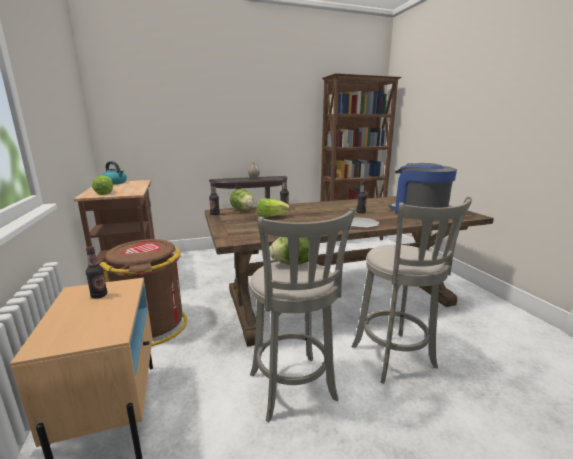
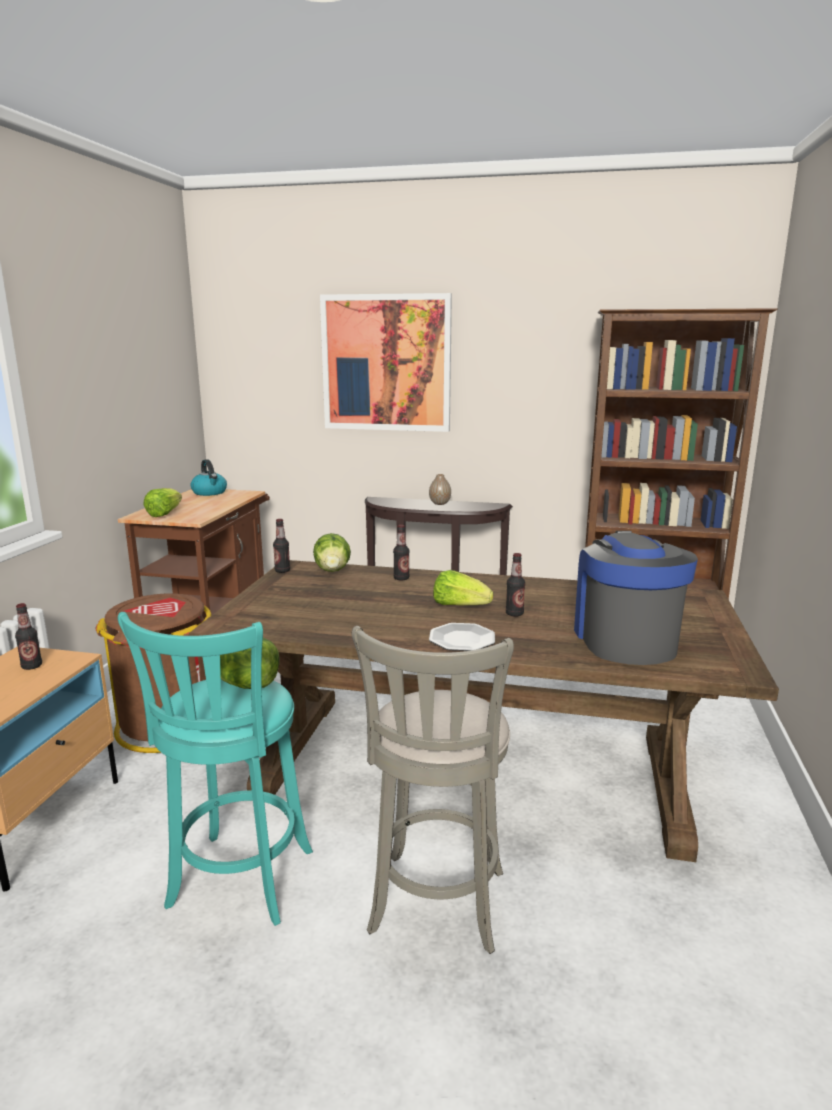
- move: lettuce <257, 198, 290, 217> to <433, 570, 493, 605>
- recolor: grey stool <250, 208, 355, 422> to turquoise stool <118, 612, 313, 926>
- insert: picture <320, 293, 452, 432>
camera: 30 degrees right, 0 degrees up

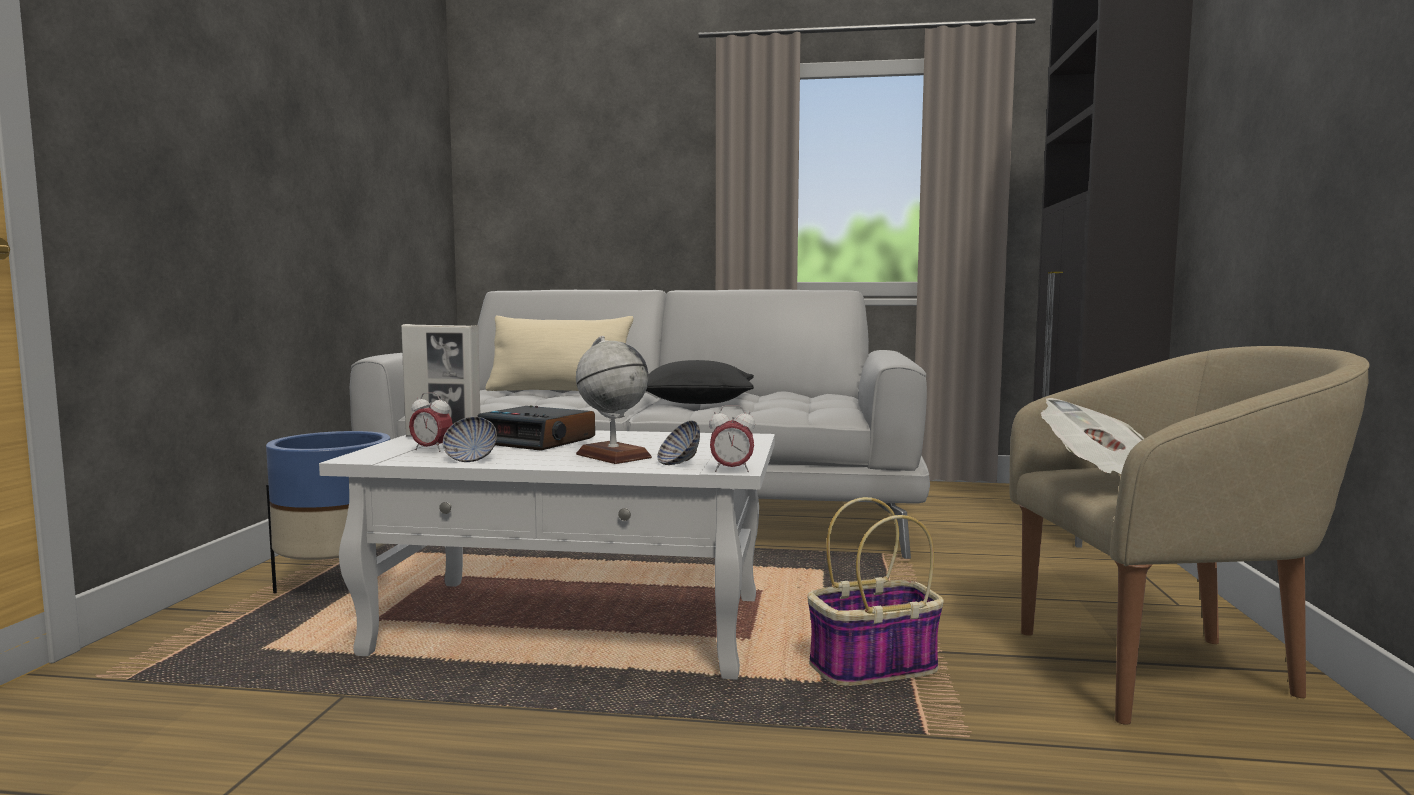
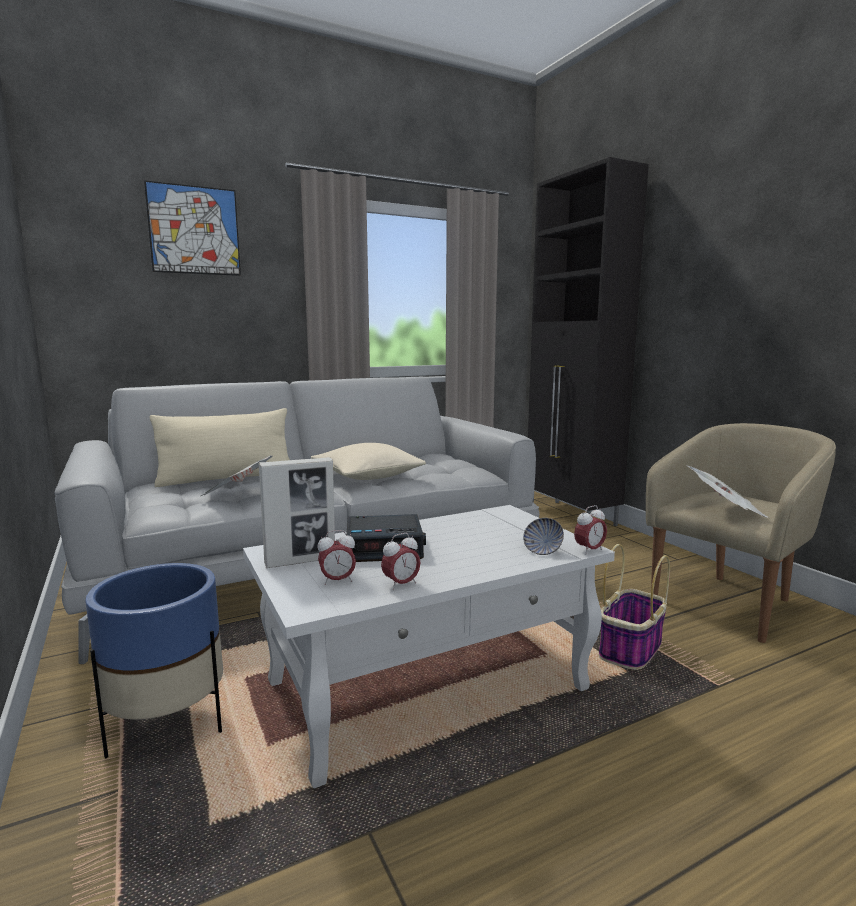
- delete: globe <576, 336, 652, 464>
- recolor: black pillow <646, 360, 754, 404> to beige pillow <311, 443, 426, 480>
- replace: bowl <443, 417, 497, 462> to alarm clock <381, 533, 421, 590>
- insert: picture <144, 180, 241, 276>
- insert: newspaper <201, 455, 273, 496>
camera: 35 degrees left, 5 degrees up

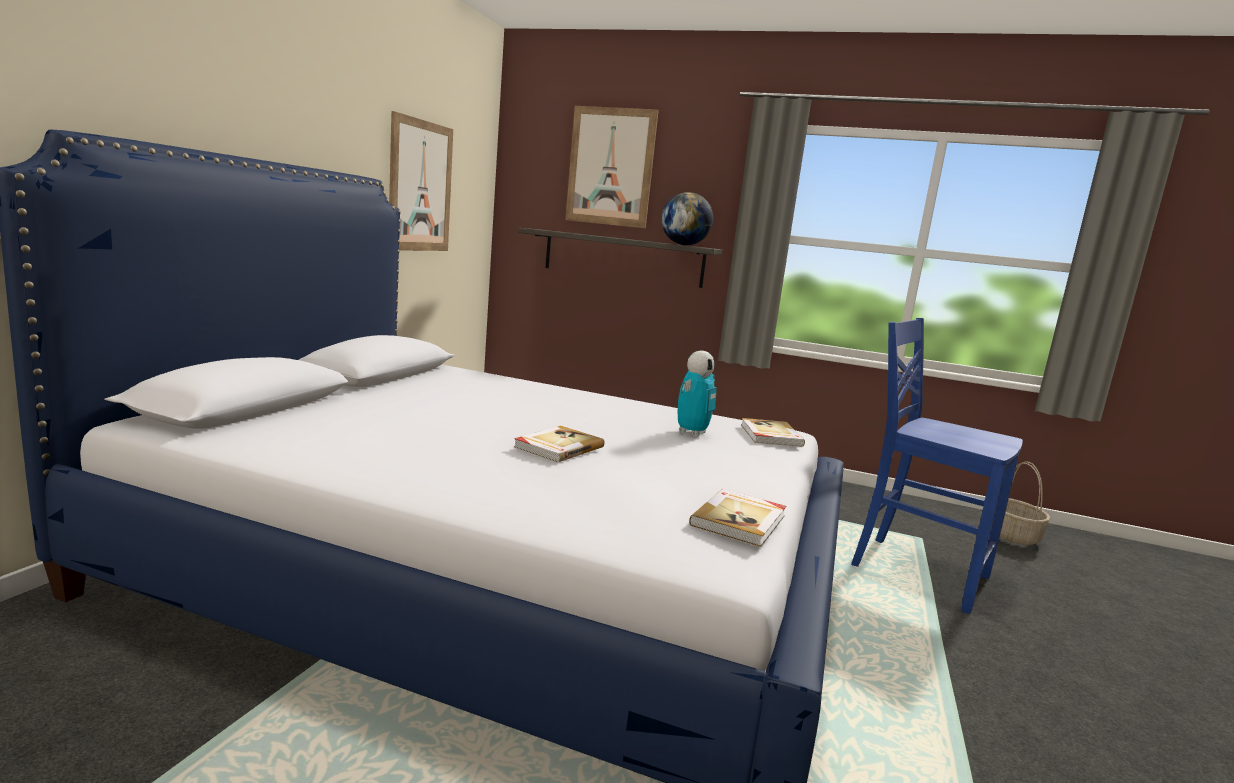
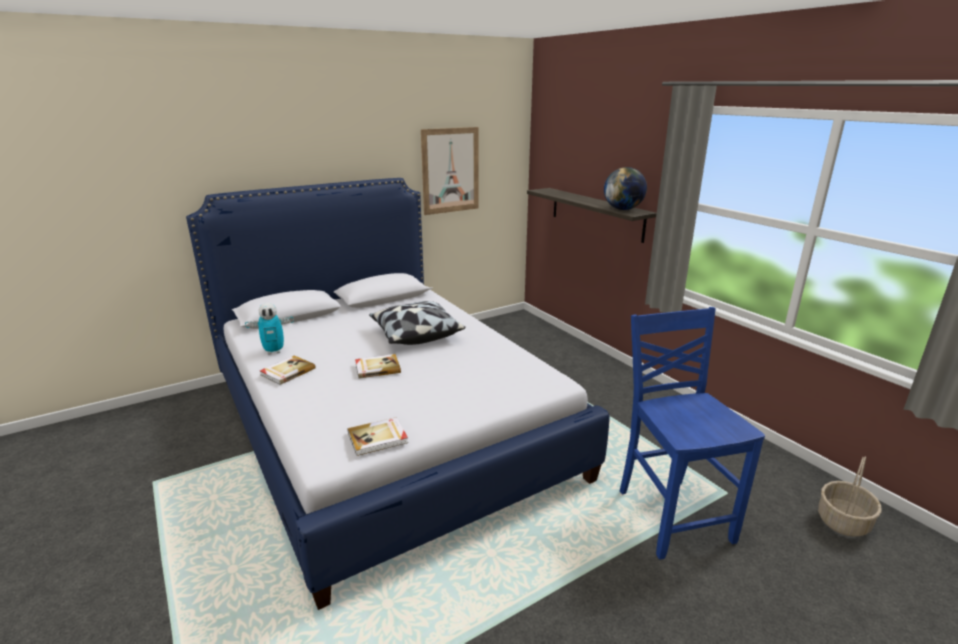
- delete: picture <565, 106, 659, 228>
- move: toy robot <677, 351, 717, 437> to <245, 303, 294, 355>
- move: book <741, 418, 805, 447> to <260, 355, 316, 385>
- insert: pillow <369, 301, 465, 345>
camera: 40 degrees right, 10 degrees up

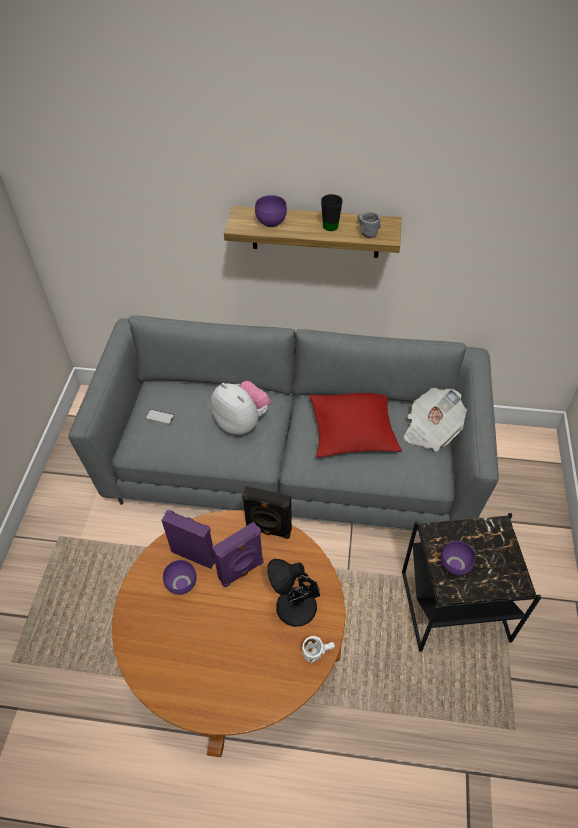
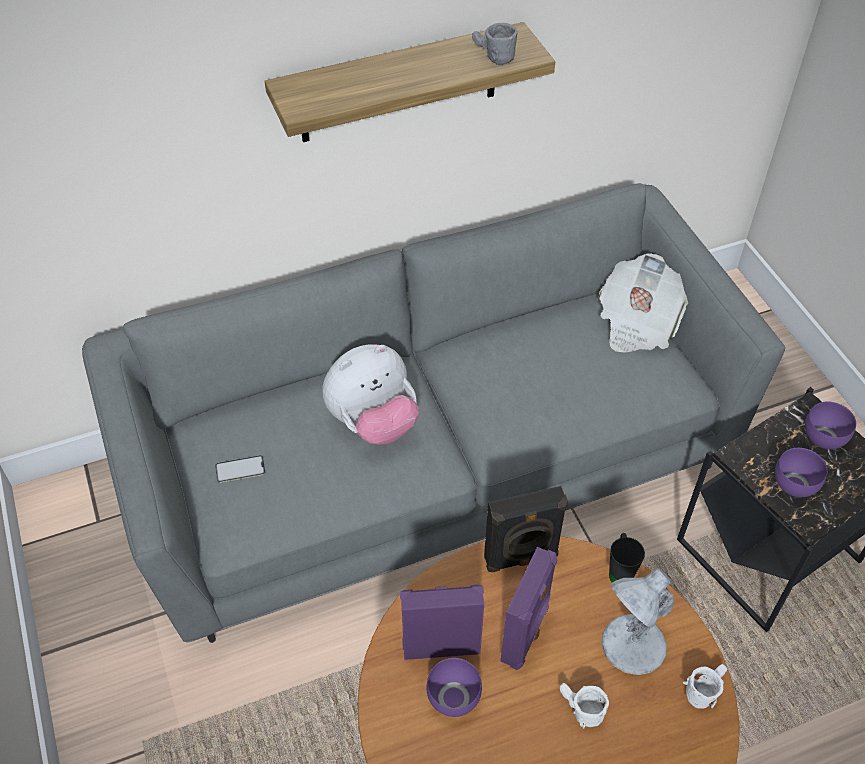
- move: black mug <321, 194, 343, 231> to <609, 533, 645, 582>
- move: purple bowl <255, 195, 287, 227> to <805, 401, 856, 449>
- rotate: plush toy <211, 381, 271, 435> = <322, 344, 419, 445> 135 degrees clockwise
- delete: red pillow <310, 393, 402, 458>
- recolor: black table lamp <267, 559, 320, 627> to white table lamp <602, 568, 674, 675>
- insert: white mug <560, 683, 609, 729>
camera: 30 degrees left, 0 degrees up

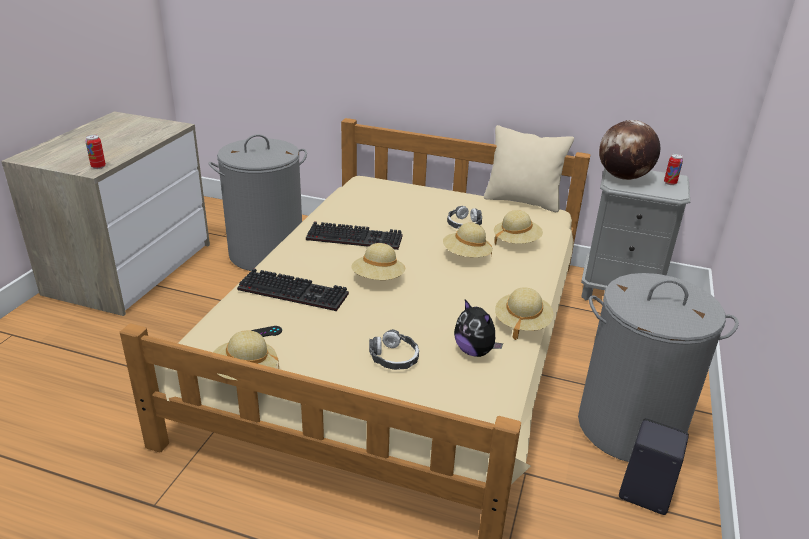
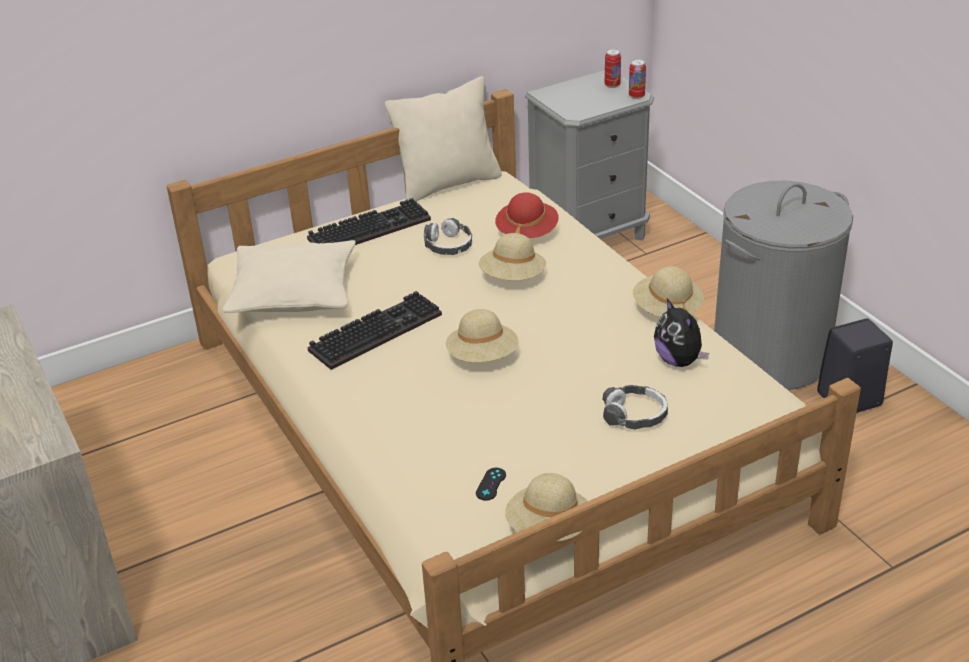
- delete: globe <599, 120, 660, 180>
- delete: grey laundry basket <208, 134, 307, 271>
- move: can <85, 135, 106, 169> to <629, 59, 646, 99>
- recolor: beige hat <494, 210, 543, 245> to red hat <495, 192, 559, 238>
- move: keyboard <237, 268, 349, 311> to <307, 198, 431, 245>
- rotate: plush toy <454, 300, 503, 357> = <654, 299, 709, 367> 60 degrees clockwise
- insert: beige pillow <223, 240, 356, 313>
camera: 45 degrees left, 5 degrees up

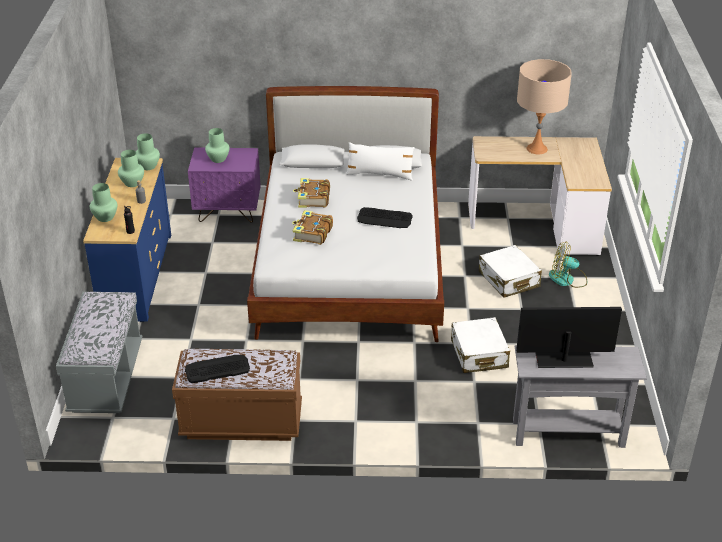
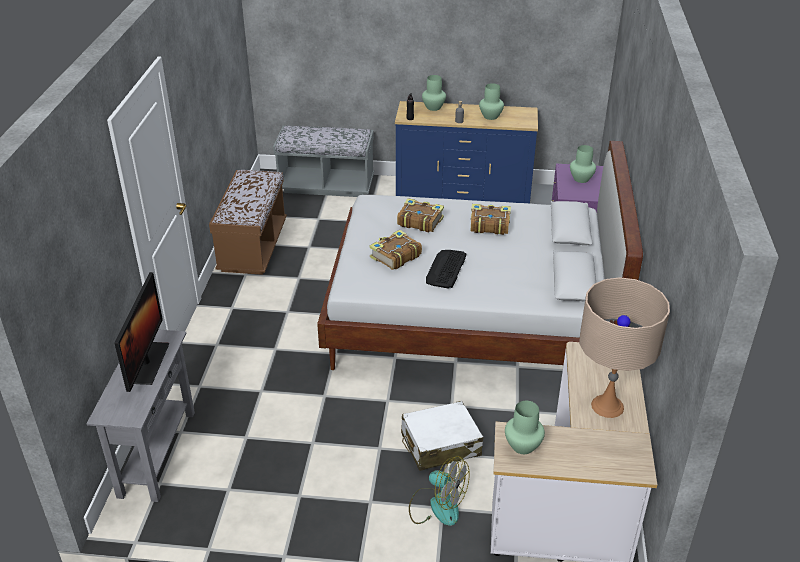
- move: green vase <136, 134, 160, 170> to <505, 401, 545, 454>
- delete: white pillow <346, 142, 415, 180>
- rotate: fan <549, 241, 587, 288> = <409, 456, 470, 526> 105 degrees clockwise
- delete: white suitcase <451, 317, 510, 373>
- delete: keyboard <185, 355, 250, 383>
- insert: book <370, 230, 422, 270>
camera: 95 degrees right, 0 degrees up

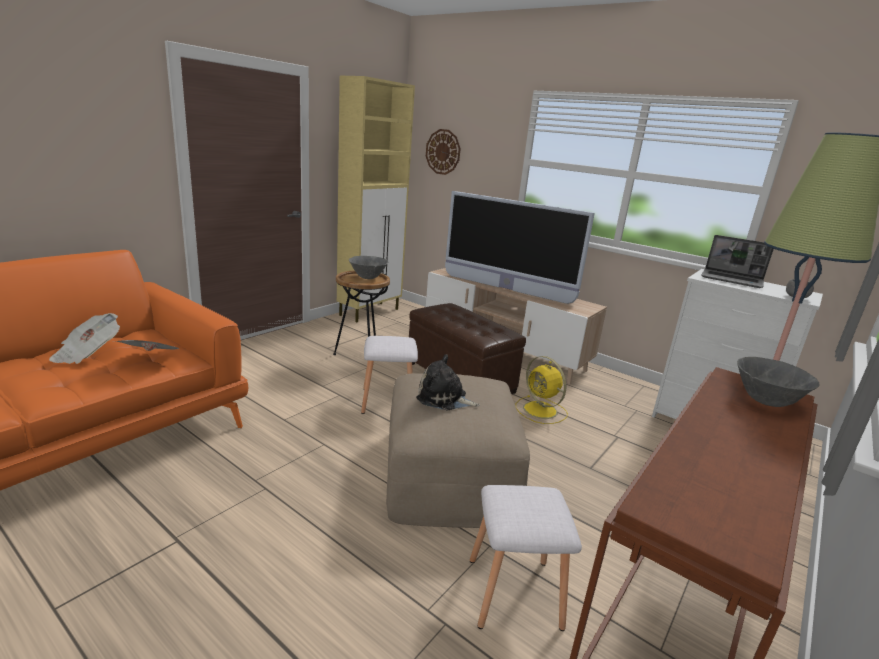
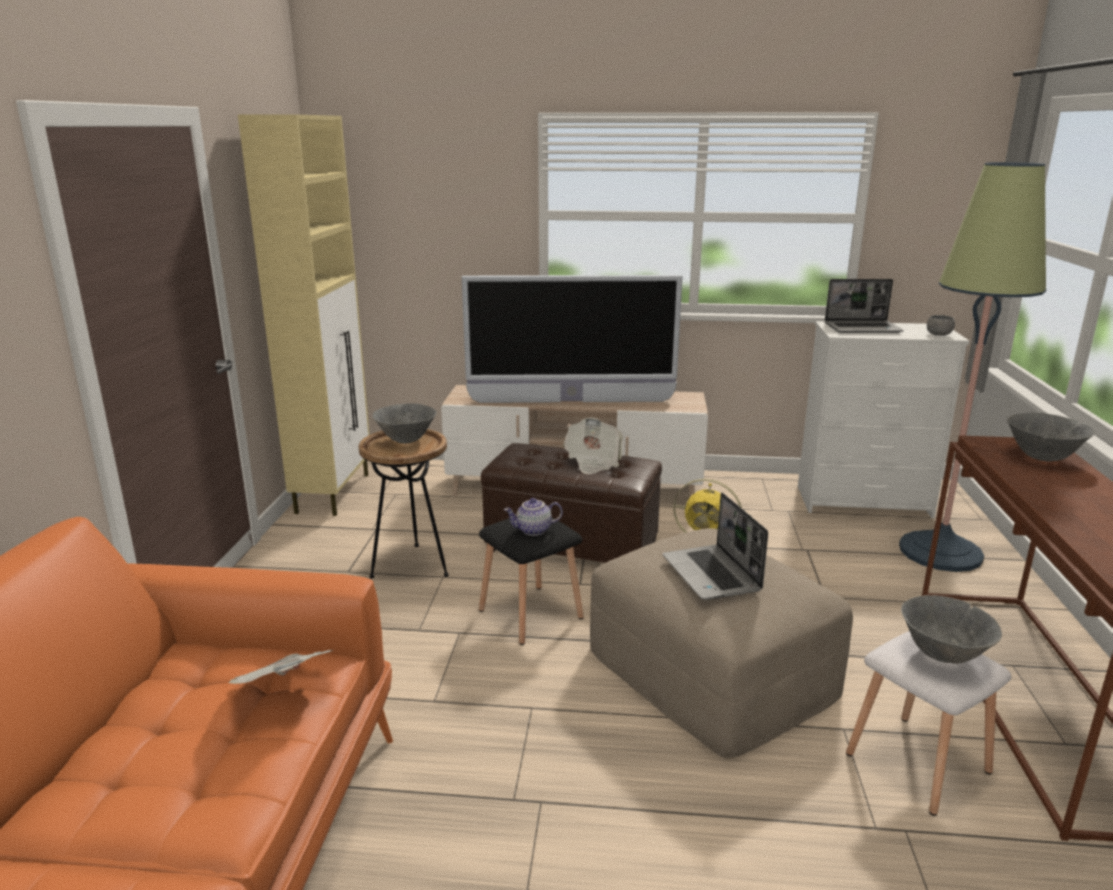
- delete: wall clock <426, 129, 461, 175>
- move: newspaper <49, 313, 120, 364> to <563, 417, 623, 474>
- recolor: white stool <361, 336, 418, 414> to black stool <479, 517, 584, 645>
- replace: plush toy <416, 355, 480, 410> to laptop <663, 493, 768, 600>
- insert: teapot <504, 498, 563, 536>
- insert: grey bowl <901, 595, 1002, 664>
camera: 30 degrees left, 0 degrees up

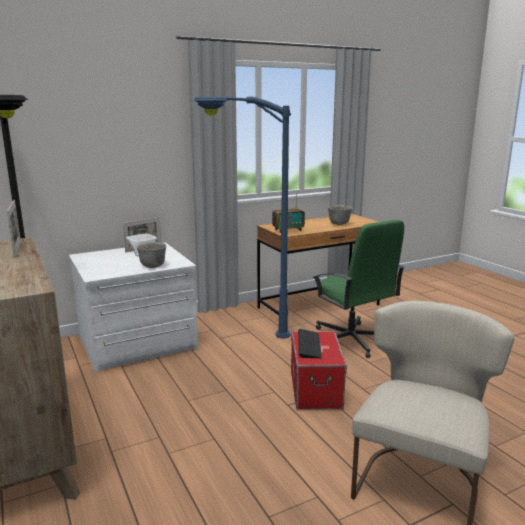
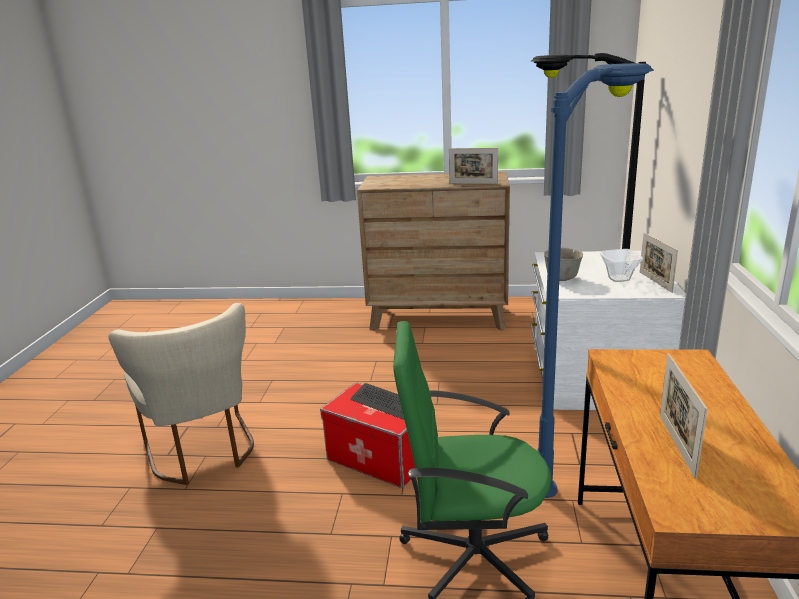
- delete: radio <272, 193, 305, 233>
- replace: grey bowl <328, 205, 352, 225> to picture frame <660, 353, 708, 479>
camera: 125 degrees right, 5 degrees up

